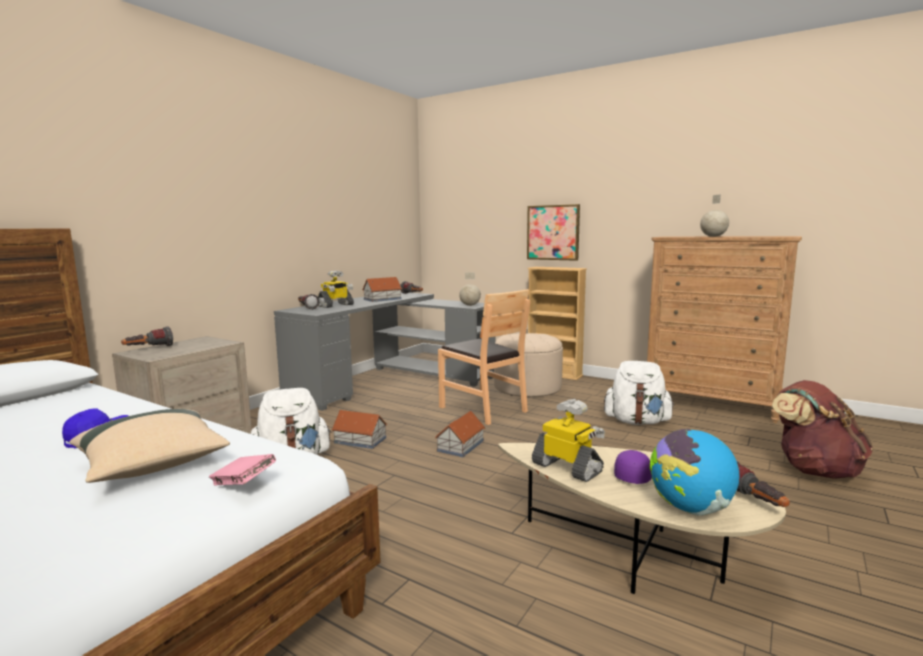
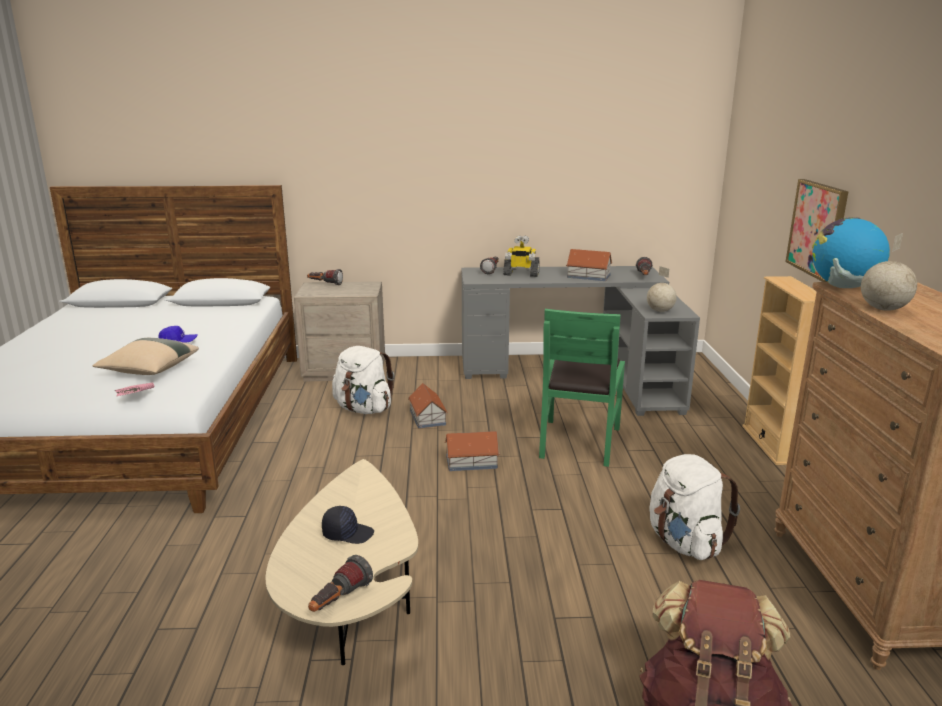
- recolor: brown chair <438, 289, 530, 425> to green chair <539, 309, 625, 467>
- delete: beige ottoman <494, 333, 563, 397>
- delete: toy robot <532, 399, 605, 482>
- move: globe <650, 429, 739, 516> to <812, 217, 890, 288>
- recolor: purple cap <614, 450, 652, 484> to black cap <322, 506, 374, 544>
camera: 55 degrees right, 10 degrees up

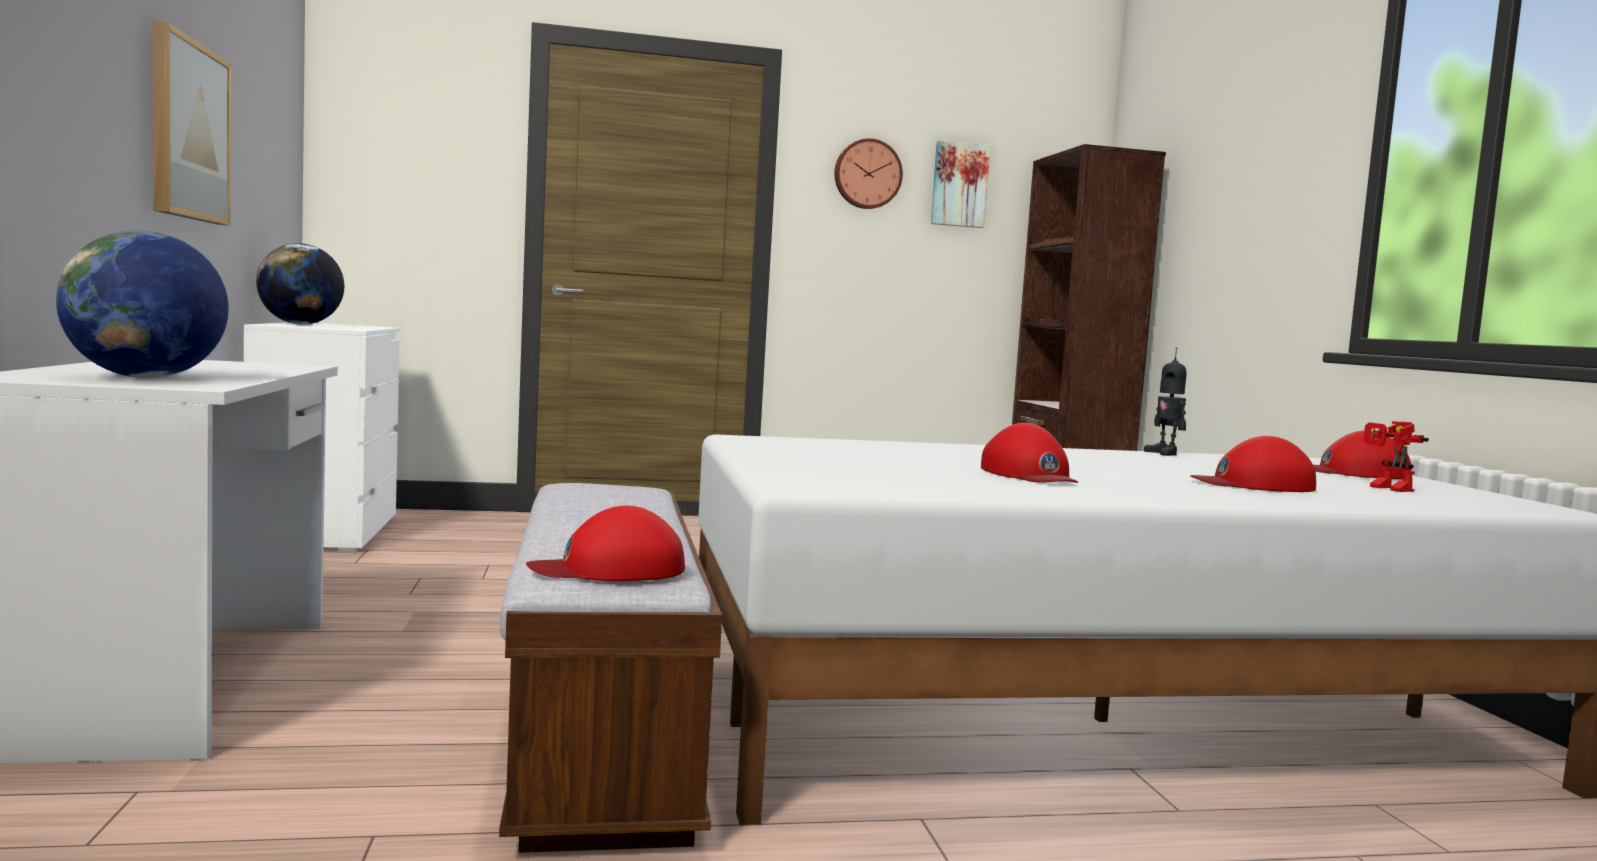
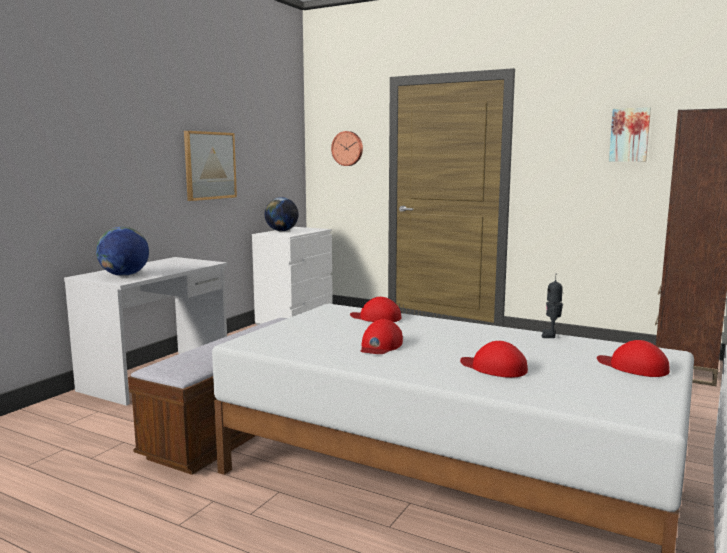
- move: wall clock <834, 138, 903, 209> to <331, 131, 363, 166>
- delete: toy robot <1363, 421, 1429, 492>
- move: red cap <526, 505, 685, 581> to <350, 297, 401, 322>
camera: 40 degrees right, 5 degrees up

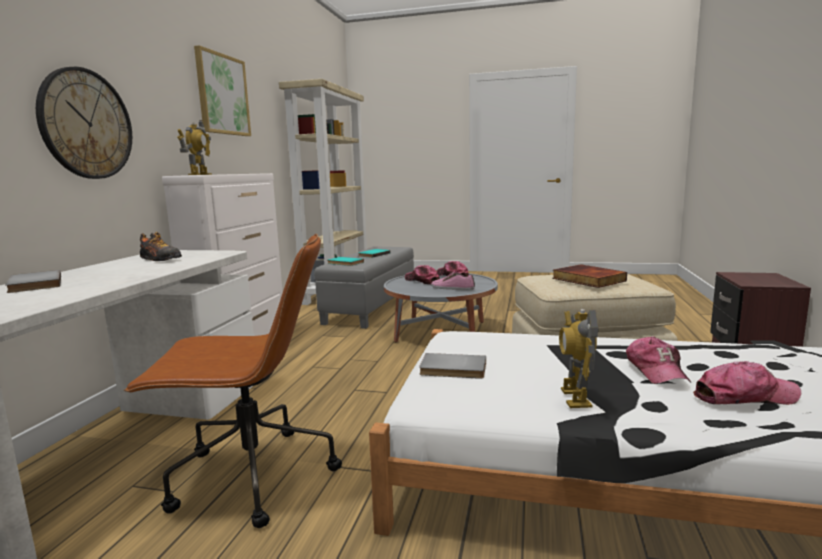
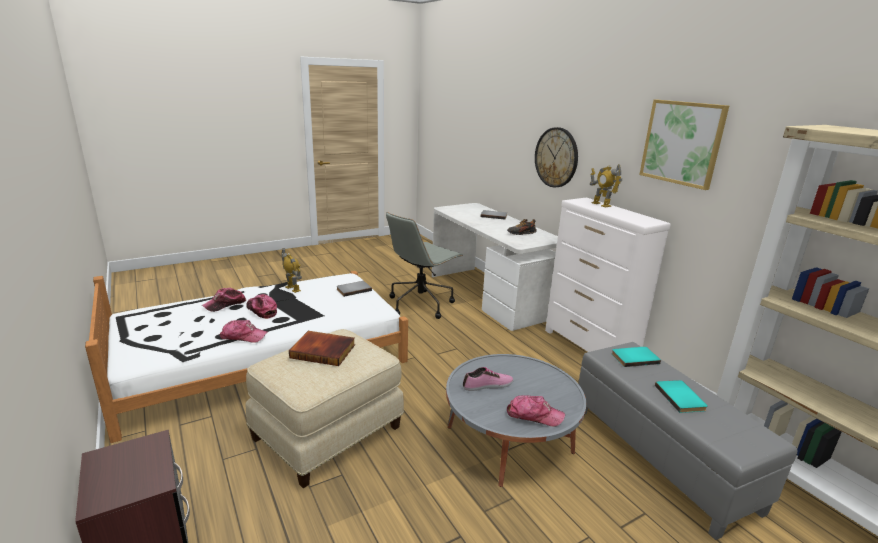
- recolor: brown office chair <124, 234, 342, 528> to grey office chair <386, 212, 463, 319>
- move: cap <405, 265, 440, 284> to <219, 320, 267, 343>
camera: 135 degrees right, 10 degrees up

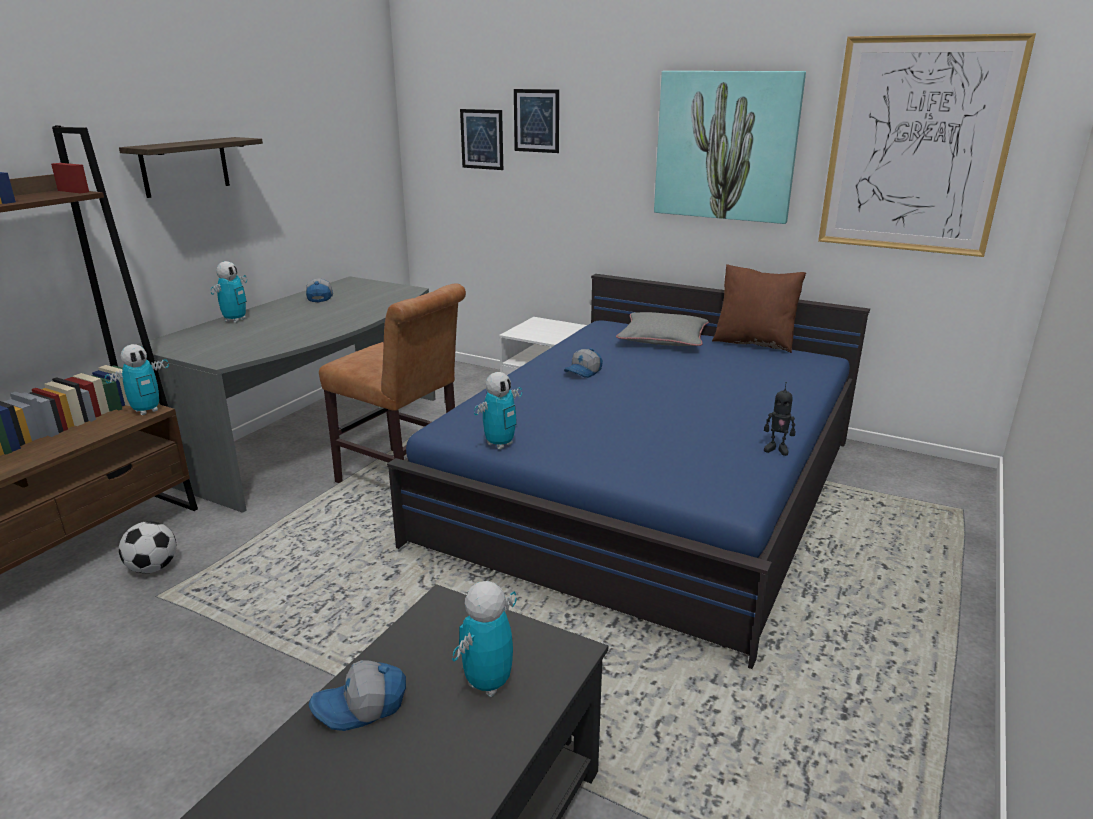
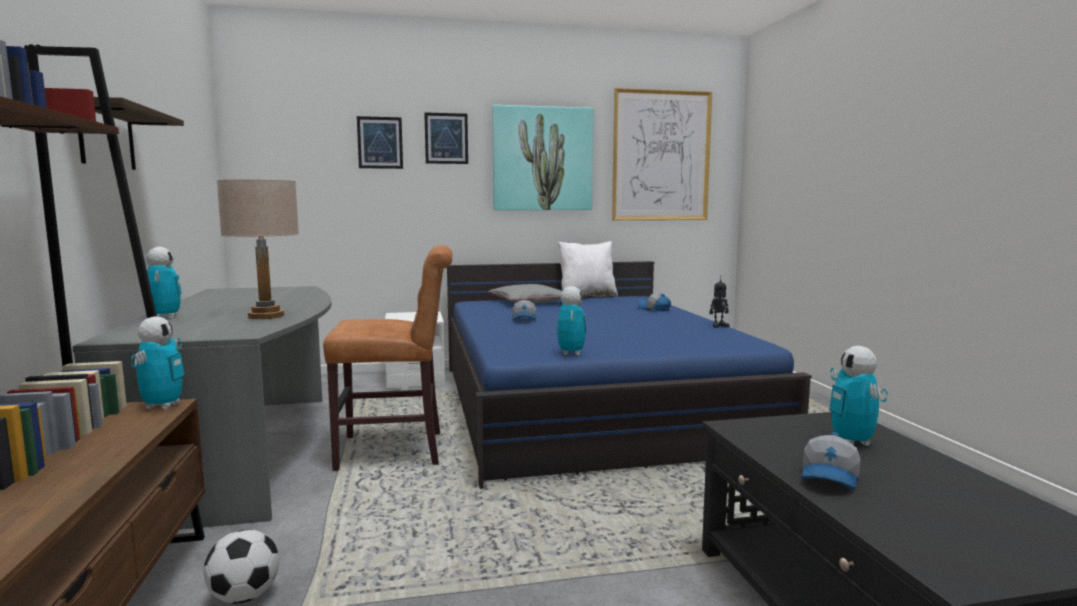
- move: picture <460, 109, 503, 170> to <424, 112, 468, 164>
- recolor: brown pillow <712, 264, 806, 353> to white pillow <558, 241, 618, 297>
- move: cap <306, 278, 333, 303> to <637, 292, 671, 311>
- insert: beige table lamp <217, 179, 299, 319>
camera: 40 degrees left, 15 degrees down

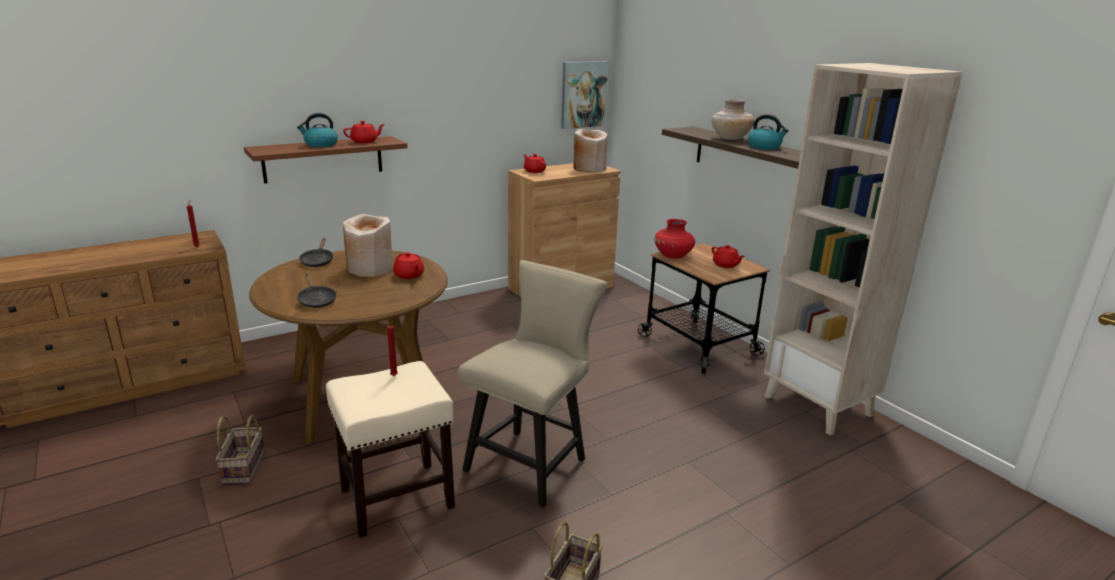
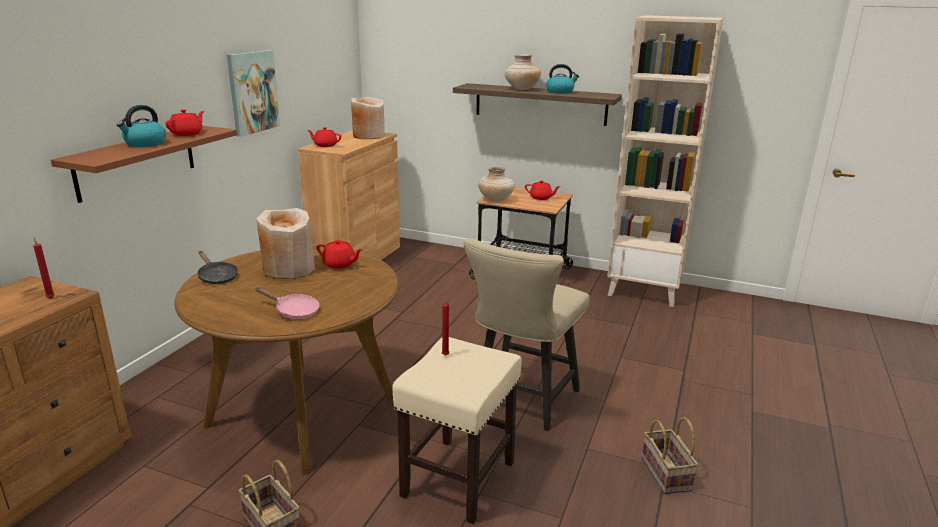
- move: picture <561, 61, 608, 129> to <227, 50, 280, 137>
- recolor: red vase <654, 219, 695, 259> to beige vase <478, 166, 515, 202>
- rotate: beige chair <458, 260, 607, 508> = <464, 238, 590, 431> 150 degrees counterclockwise
- recolor: black frying pan <297, 274, 336, 308> to pink frying pan <255, 287, 319, 319>
camera: 35 degrees left, 0 degrees up

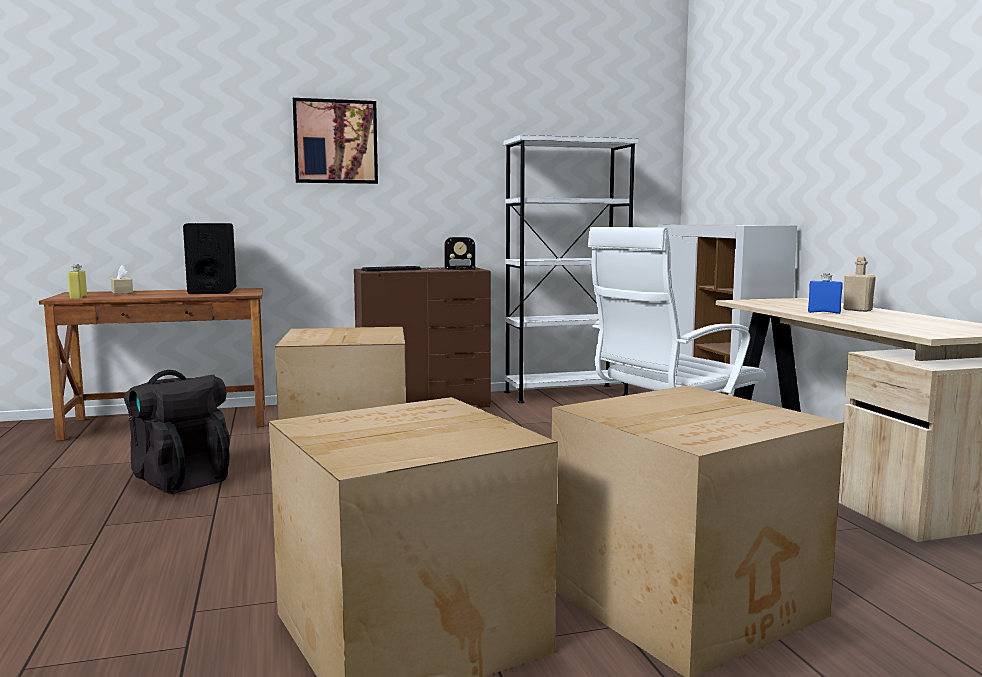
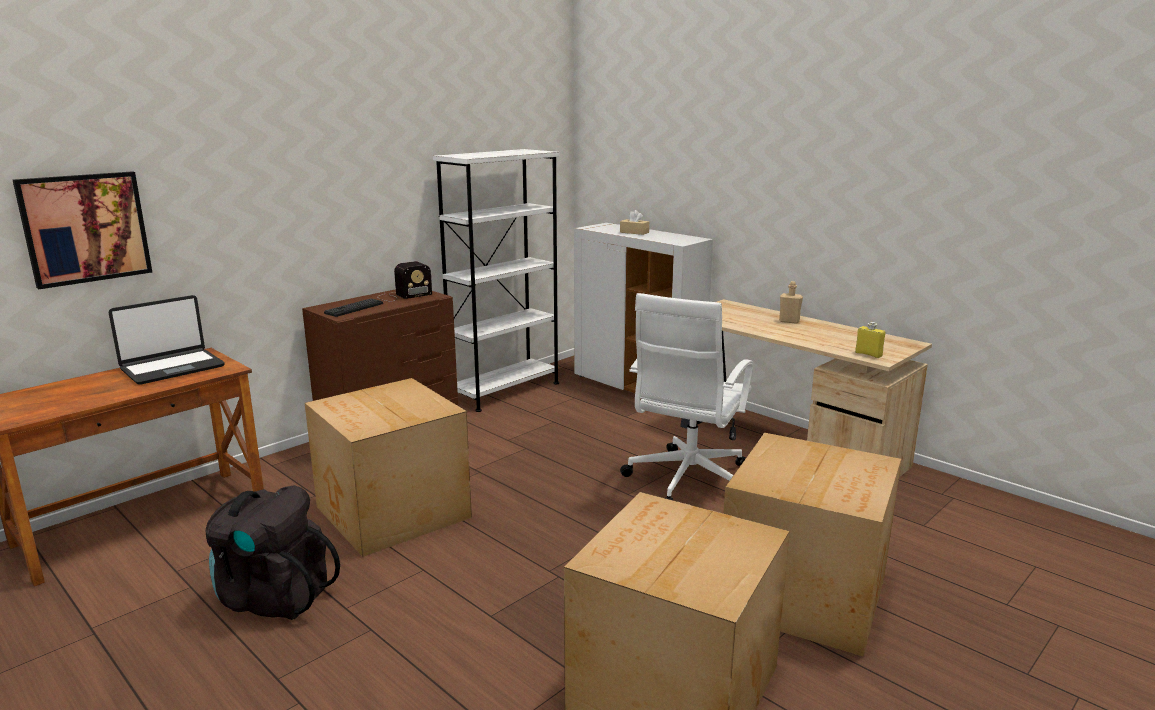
- move: picture <293, 98, 378, 184> to <13, 171, 152, 289>
- replace: black speaker <183, 223, 236, 294> to laptop <109, 295, 225, 385>
- move: yellow bottle <68, 264, 87, 299> to <855, 322, 885, 358>
- move: beige tissue box <111, 265, 133, 294> to <620, 210, 649, 235>
- delete: blue bottle <808, 273, 843, 314>
camera: 30 degrees left, 10 degrees up

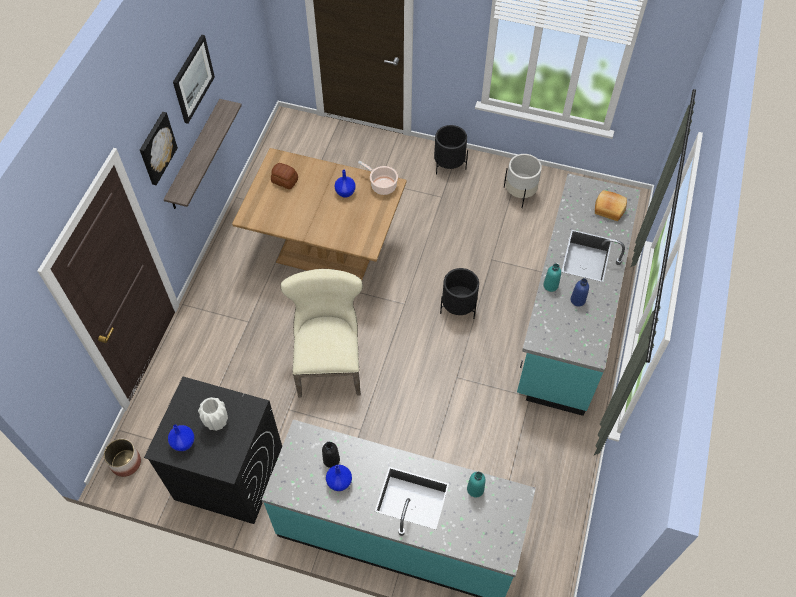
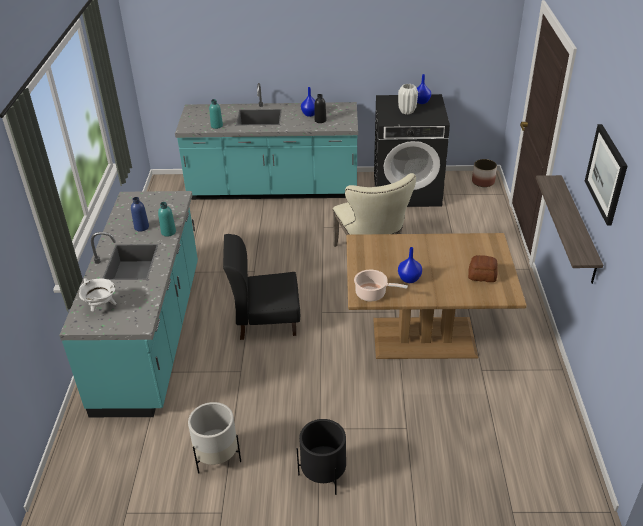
- delete: picture <140, 112, 178, 185>
- replace: bread <595, 190, 627, 221> to white cooking pot <79, 278, 117, 312>
- replace: black planter <440, 268, 479, 319> to black chair <223, 234, 300, 340>
camera: 165 degrees right, 20 degrees down

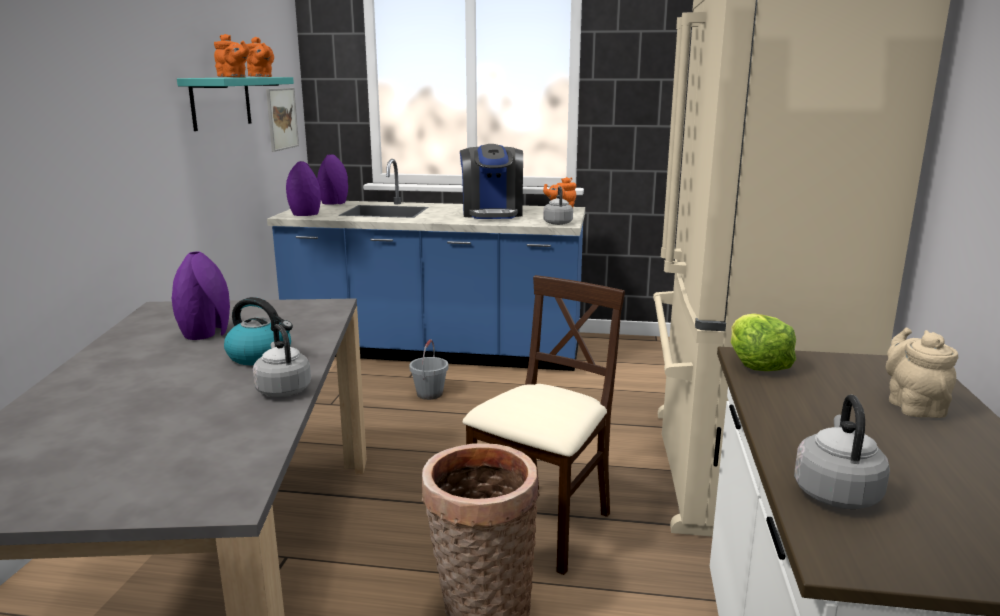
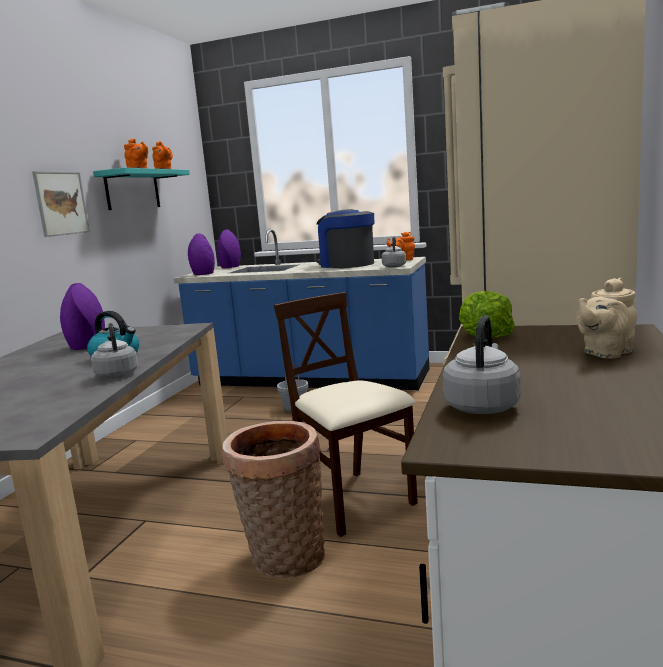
- move: picture <266, 88, 299, 152> to <32, 171, 90, 237>
- rotate: coffee machine <460, 144, 523, 219> = <316, 209, 374, 268> 135 degrees clockwise
- rotate: beige chair <462, 275, 625, 575> = <274, 292, 418, 537> 75 degrees counterclockwise
- rotate: beige teapot <886, 328, 958, 418> = <577, 278, 637, 359> 135 degrees counterclockwise
camera: 10 degrees right, 5 degrees down

